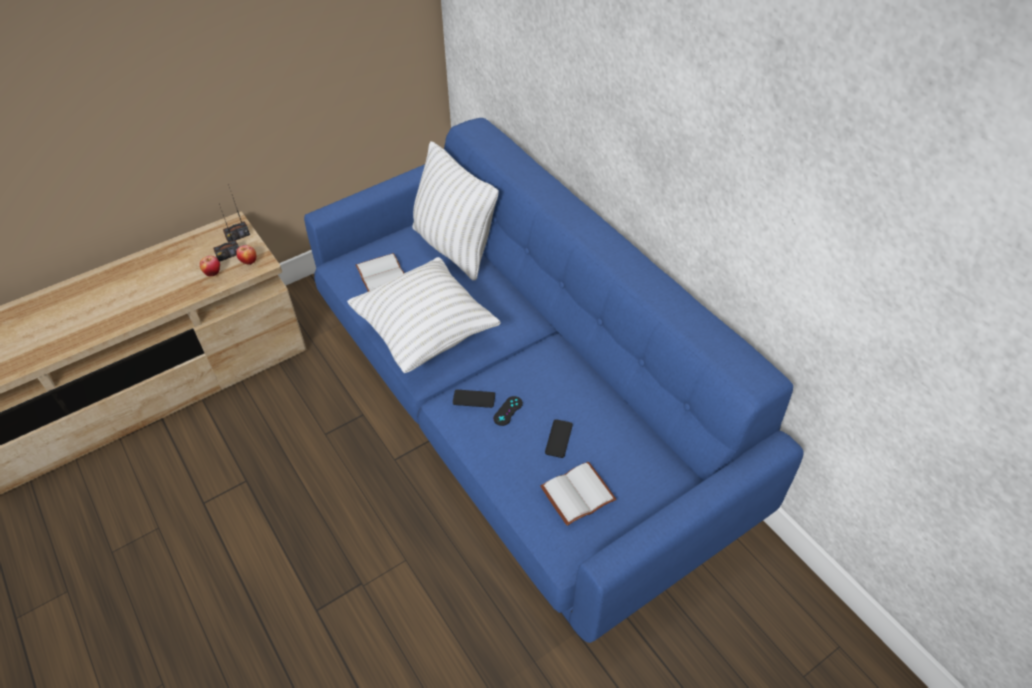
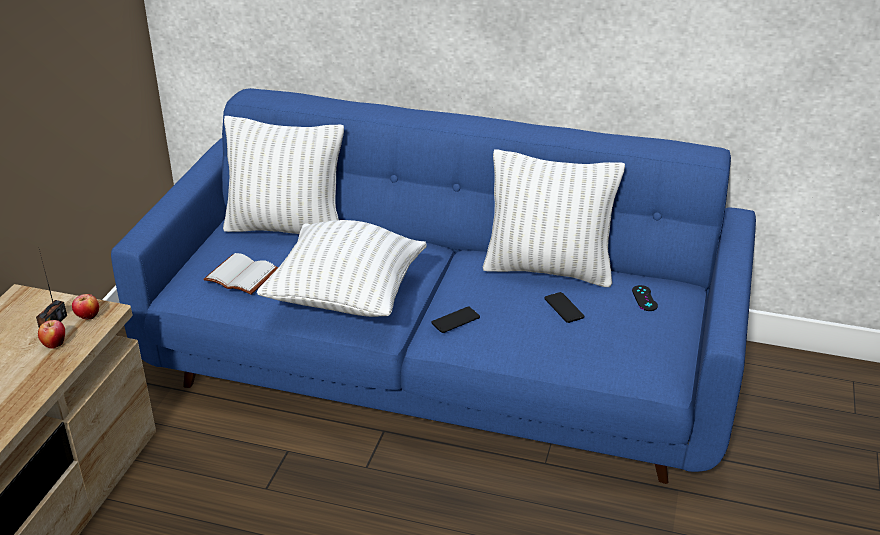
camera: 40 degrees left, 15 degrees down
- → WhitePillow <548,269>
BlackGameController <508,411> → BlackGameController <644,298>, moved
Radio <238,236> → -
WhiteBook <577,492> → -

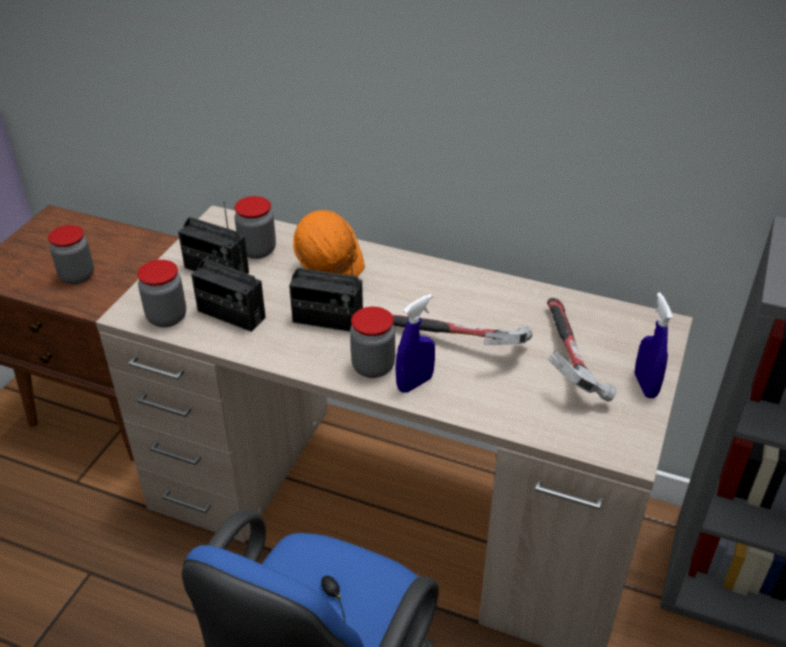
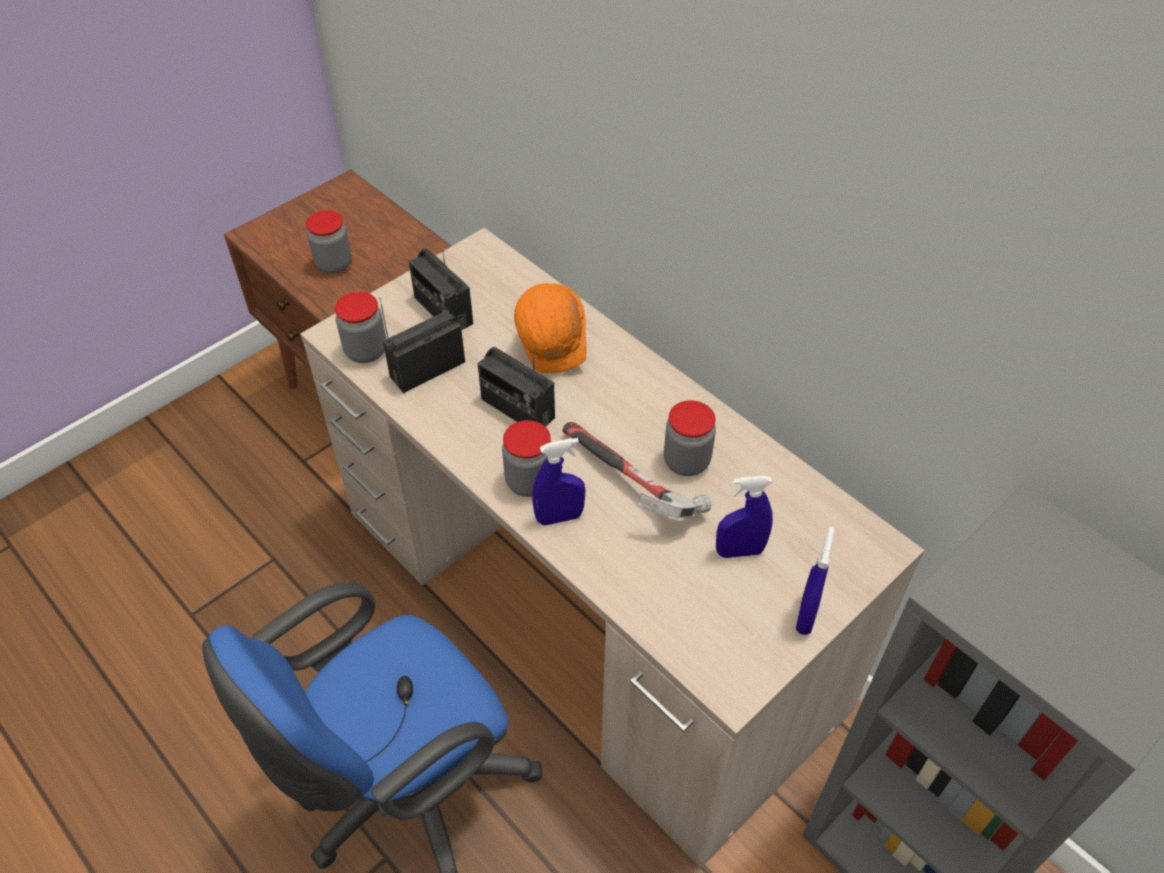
camera: 25 degrees right, 10 degrees up
Radio <231,314> → Radio <427,369>, 90 degrees clockwise
Jar <257,250> → Jar <686,461>, moved
Hammer <568,360> → BlueSprayBottle <739,551>

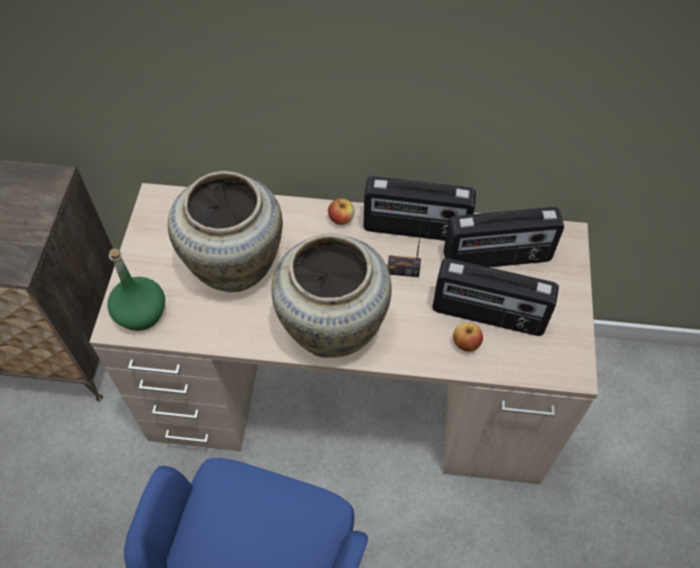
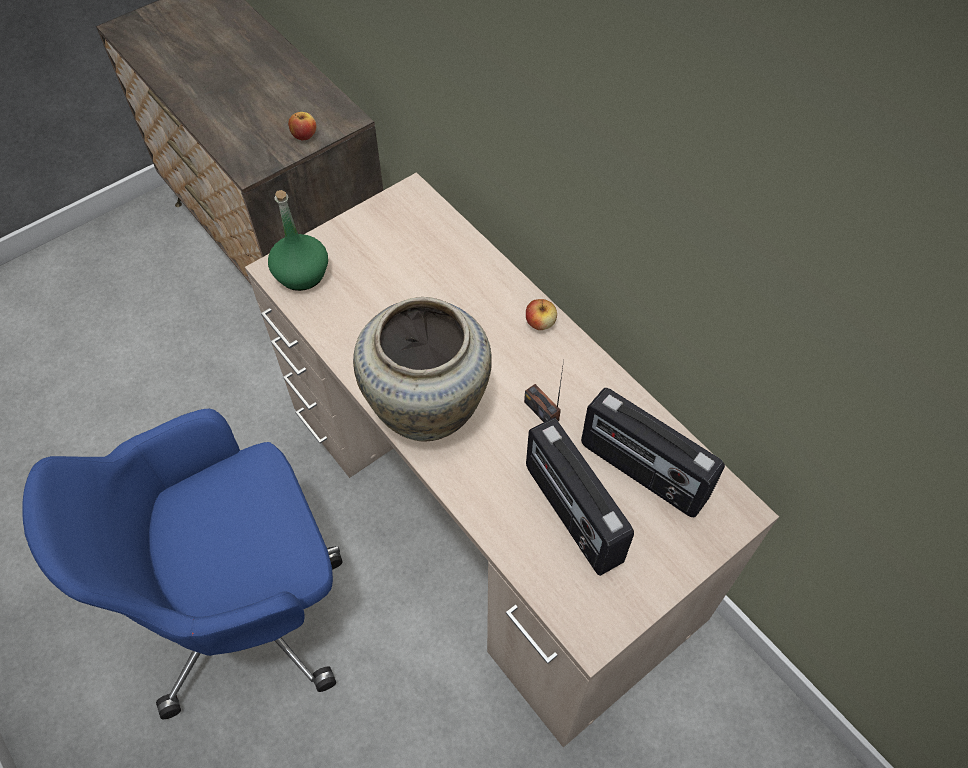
camera: 45 degrees right, 0 degrees up
Apple <466,343> → Apple <304,135>, moved
BeigeVase <236,264> → -
Radio <415,230> → -

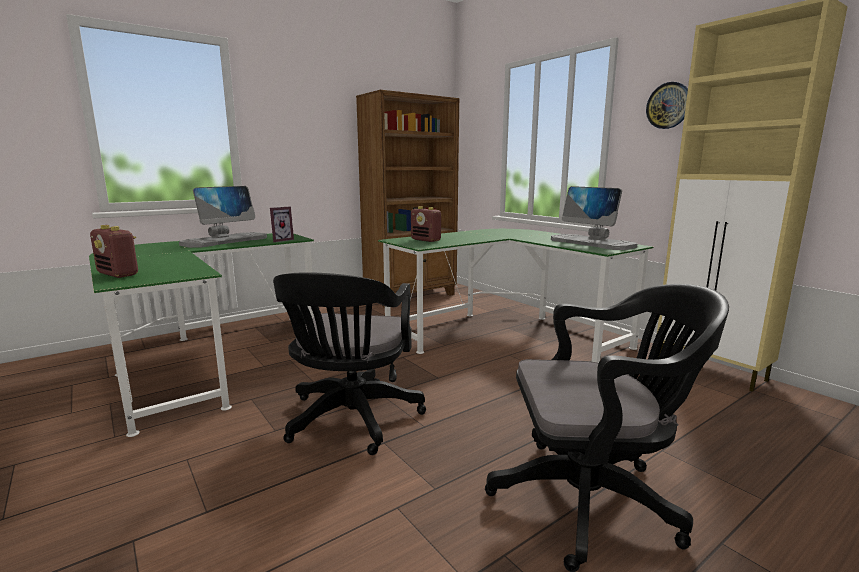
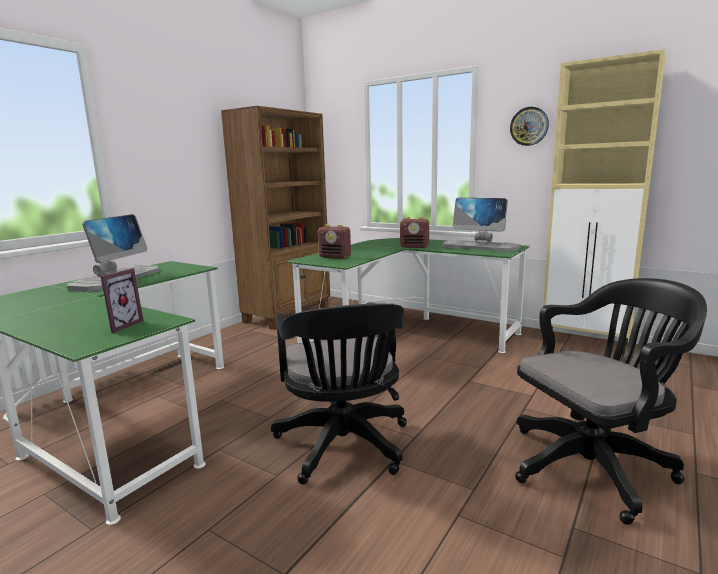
camera: 20 degrees left, 0 degrees up
PictureFrame <280,240> → PictureFrame <120,326>, moved
Radio <118,274> → Radio <414,247>, moved

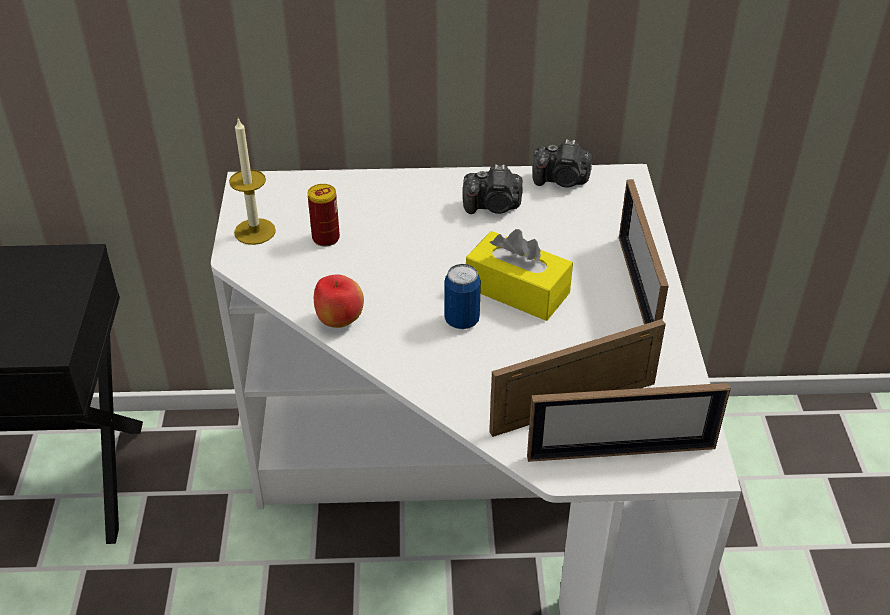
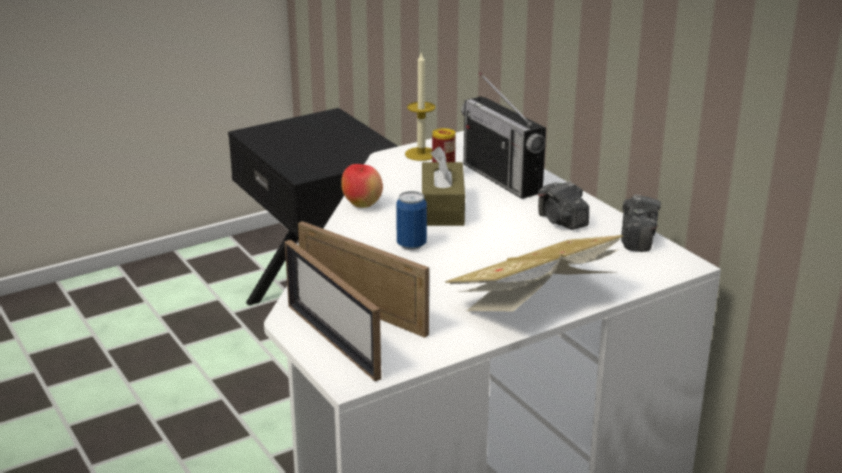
camera: 60 degrees right, 15 degrees down
- → BrownTissueBox <442,208>
PictureFrame <637,289> → Book <535,303>
- → Radio <502,178>
PhotoCamera <562,180> → PhotoCamera <637,238>, 150 degrees counterclockwise
YellowTissueBox <517,290> → -

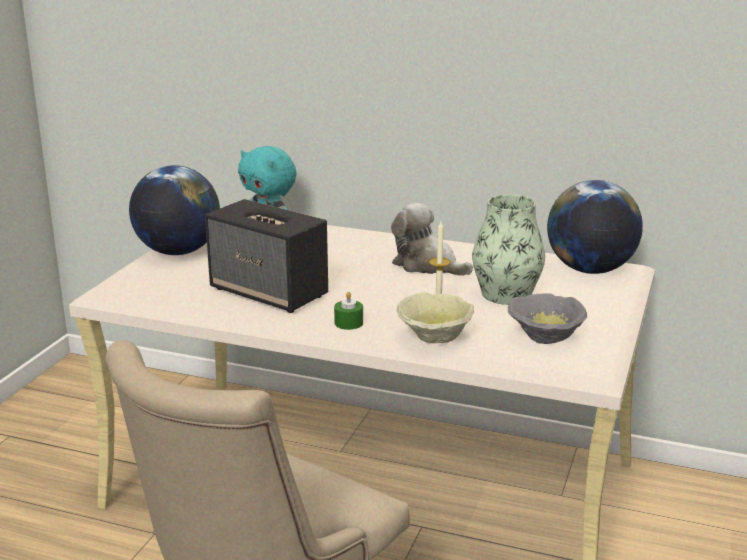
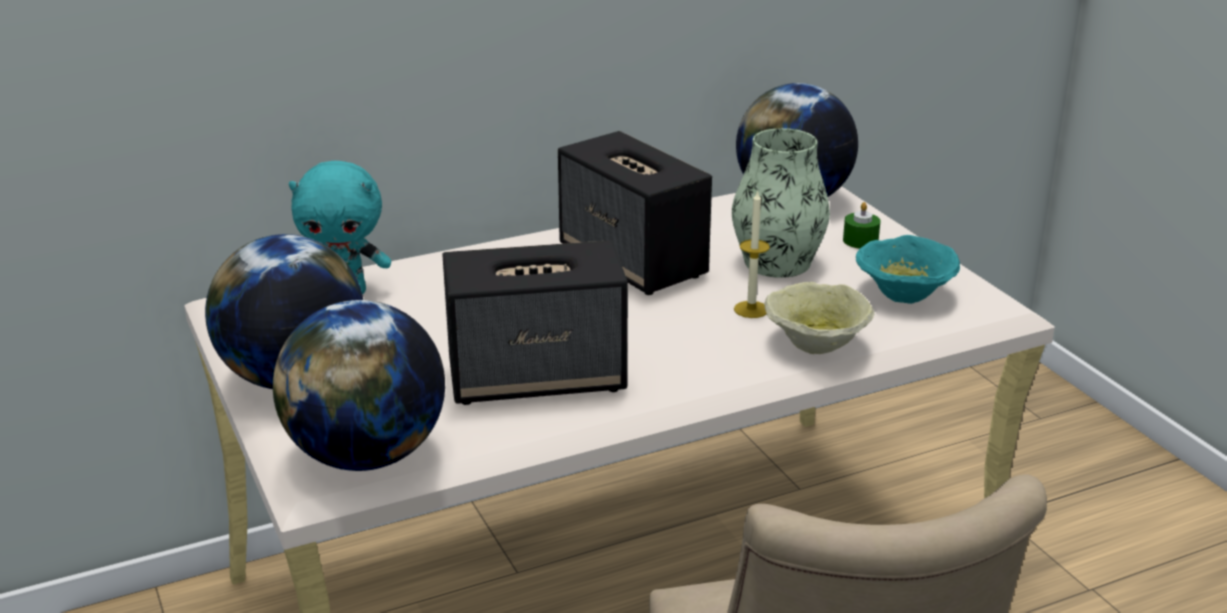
camera: 45 degrees left, 5 degrees up
- → Globe <366,456>
PlushToy <427,265> → Speaker <634,262>
GreenCandle <348,323> → GreenCandle <860,241>, moved
GreyBowl <543,337> → TurquoiseBowl <902,295>

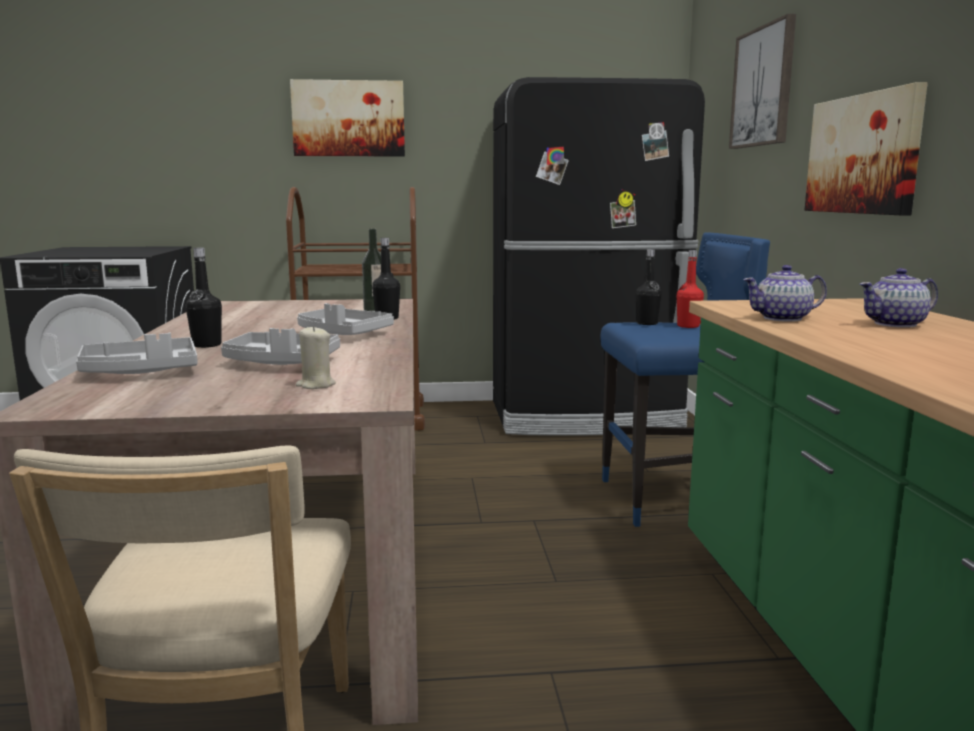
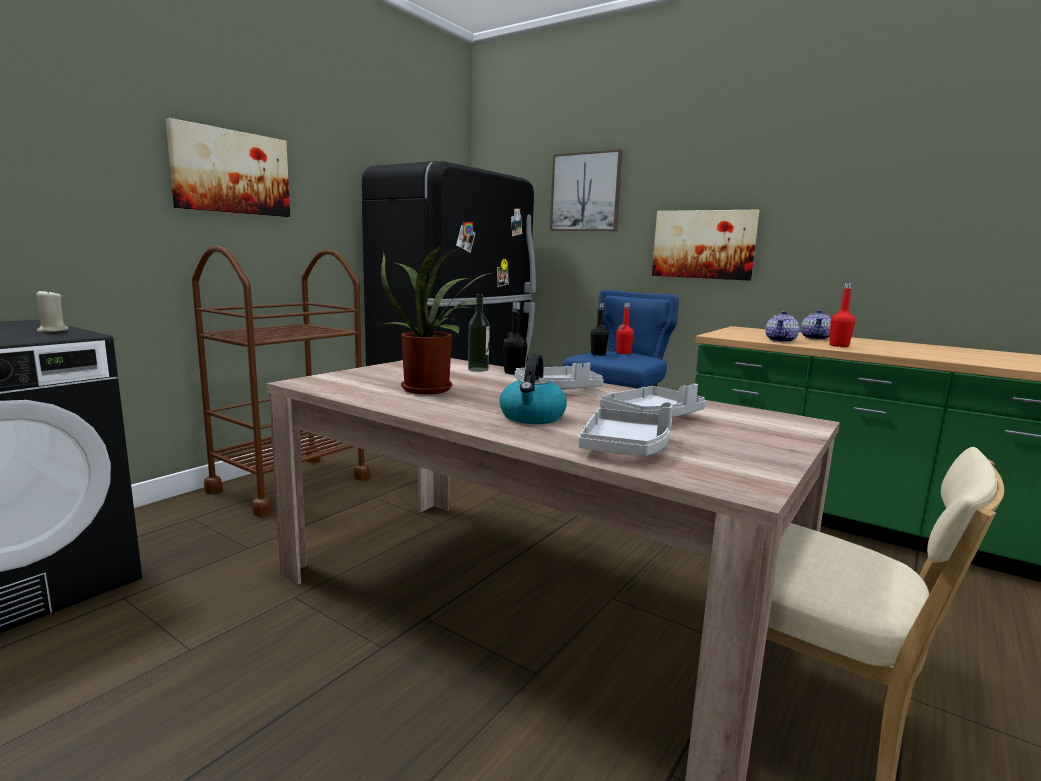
camera: 50 degrees left, 0 degrees up
BeigeCandle <315,385> → BeigeCandle <52,330>, moved
- → PottedPlant <432,389>
BlackBottle <207,345> → Kettle <532,417>
- → RedBottle <839,346>

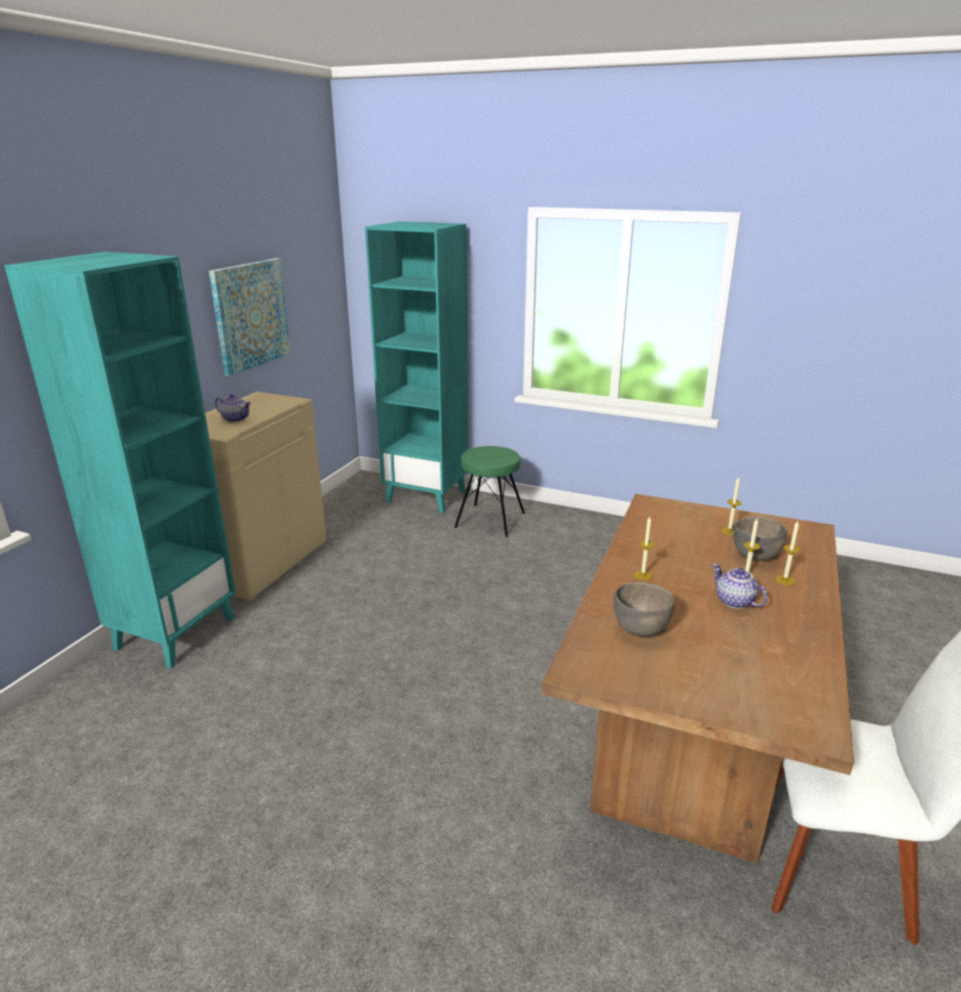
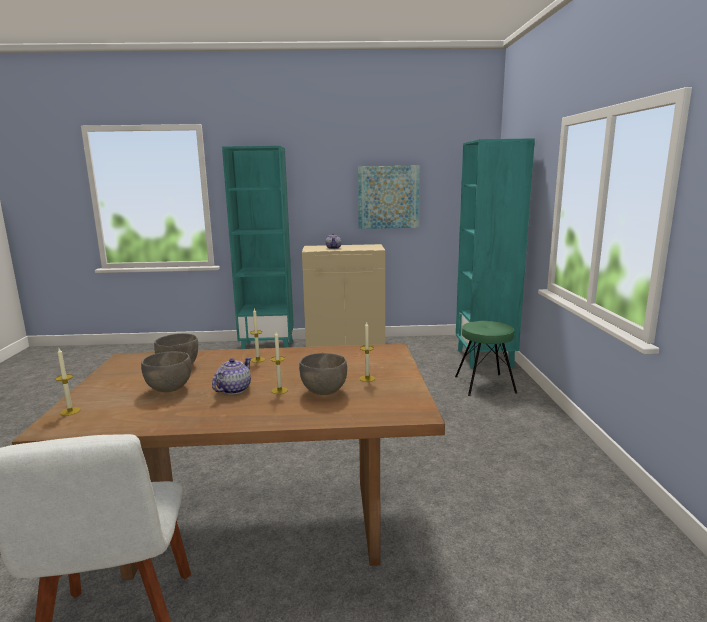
camera: 65 degrees right, 10 degrees down
Candle <785,580> → Candle <70,411>, moved
- → GreyBowl <169,389>

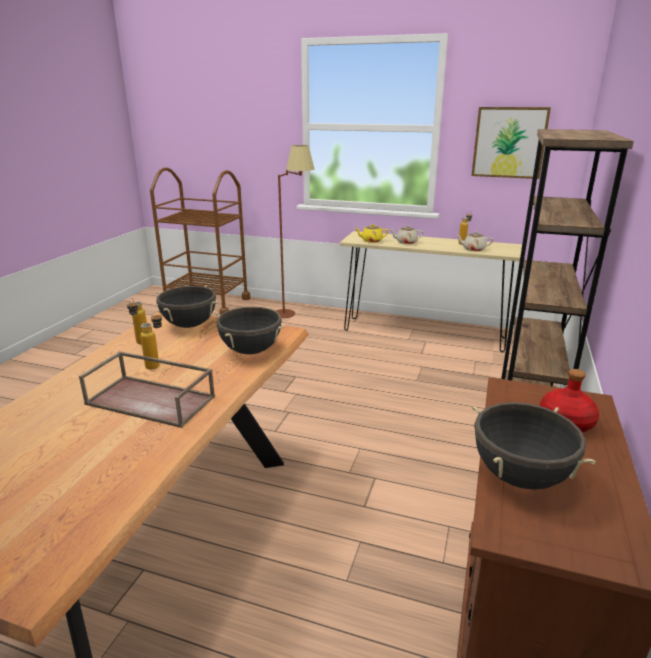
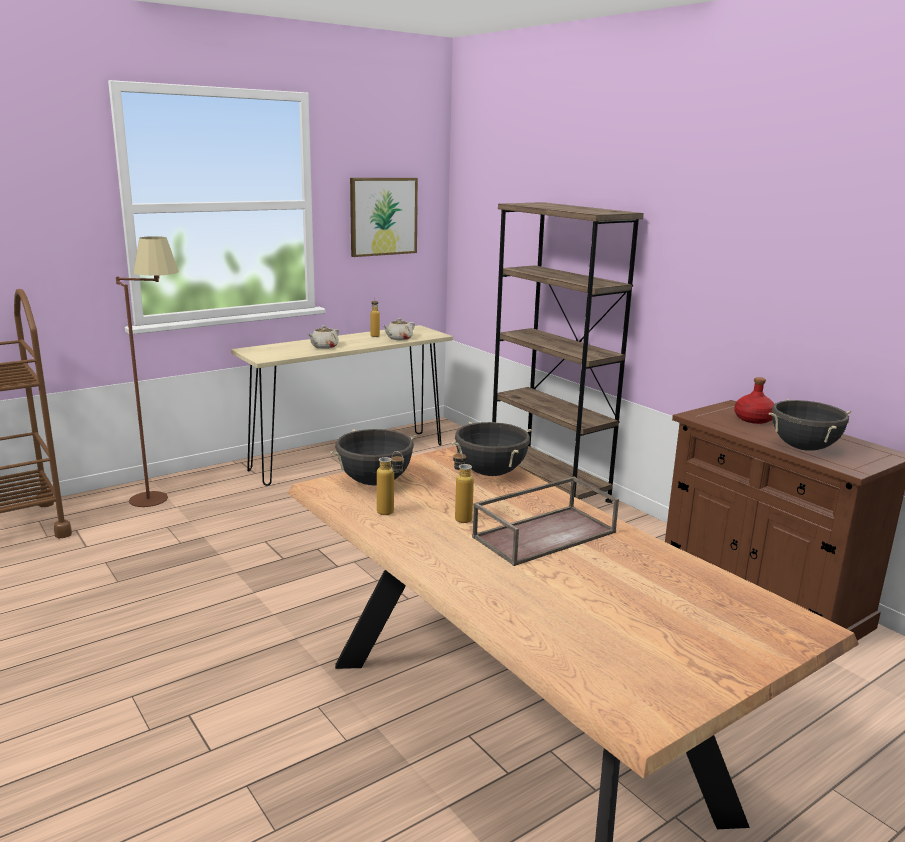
camera: 55 degrees left, 5 degrees down
YellowTeapot <371,241> → -

